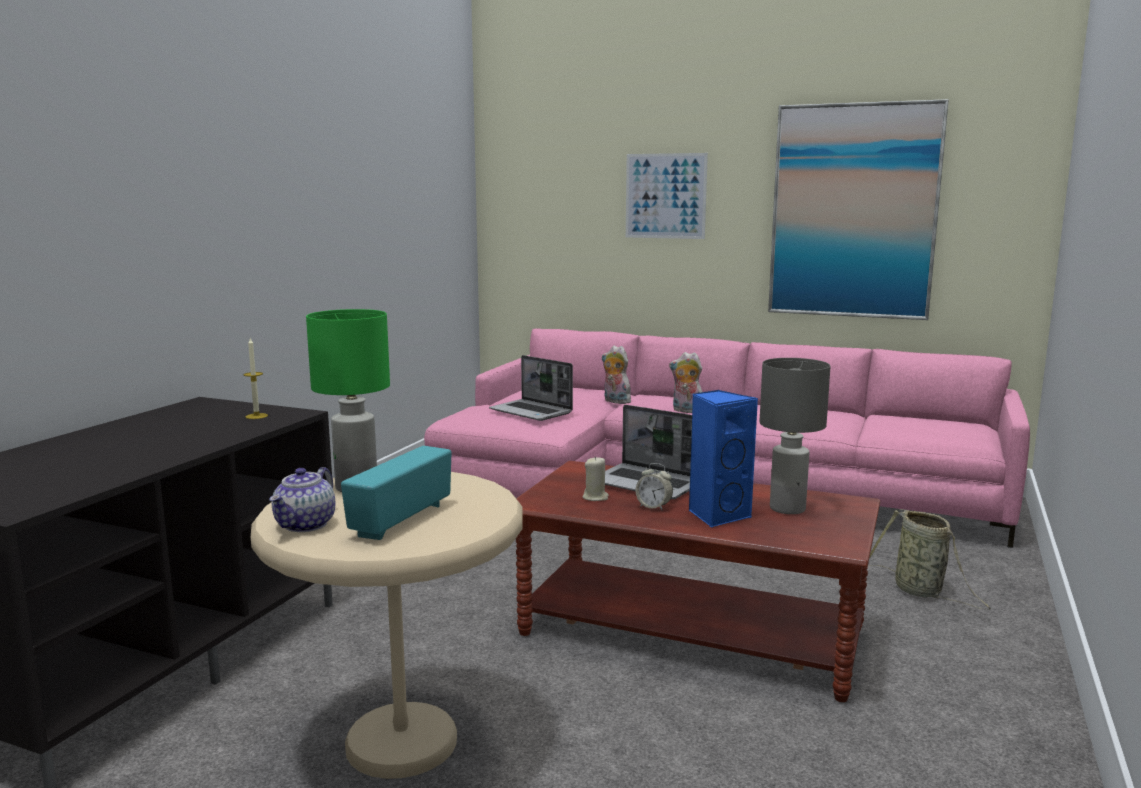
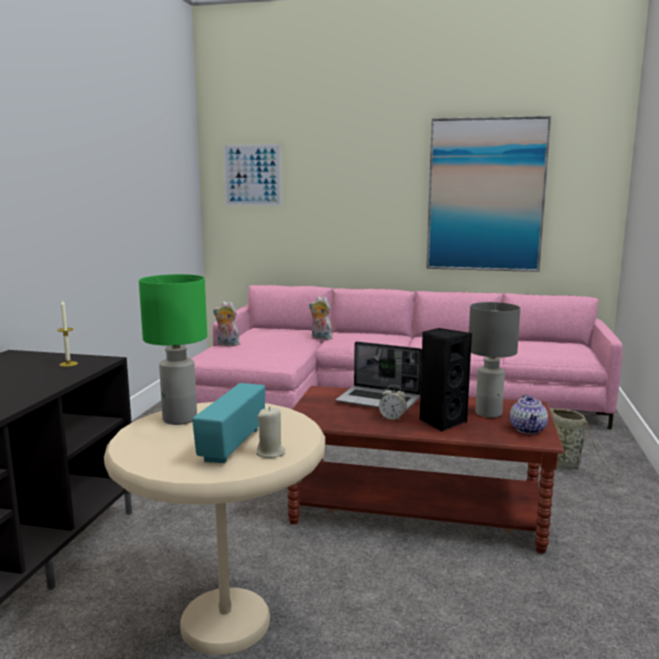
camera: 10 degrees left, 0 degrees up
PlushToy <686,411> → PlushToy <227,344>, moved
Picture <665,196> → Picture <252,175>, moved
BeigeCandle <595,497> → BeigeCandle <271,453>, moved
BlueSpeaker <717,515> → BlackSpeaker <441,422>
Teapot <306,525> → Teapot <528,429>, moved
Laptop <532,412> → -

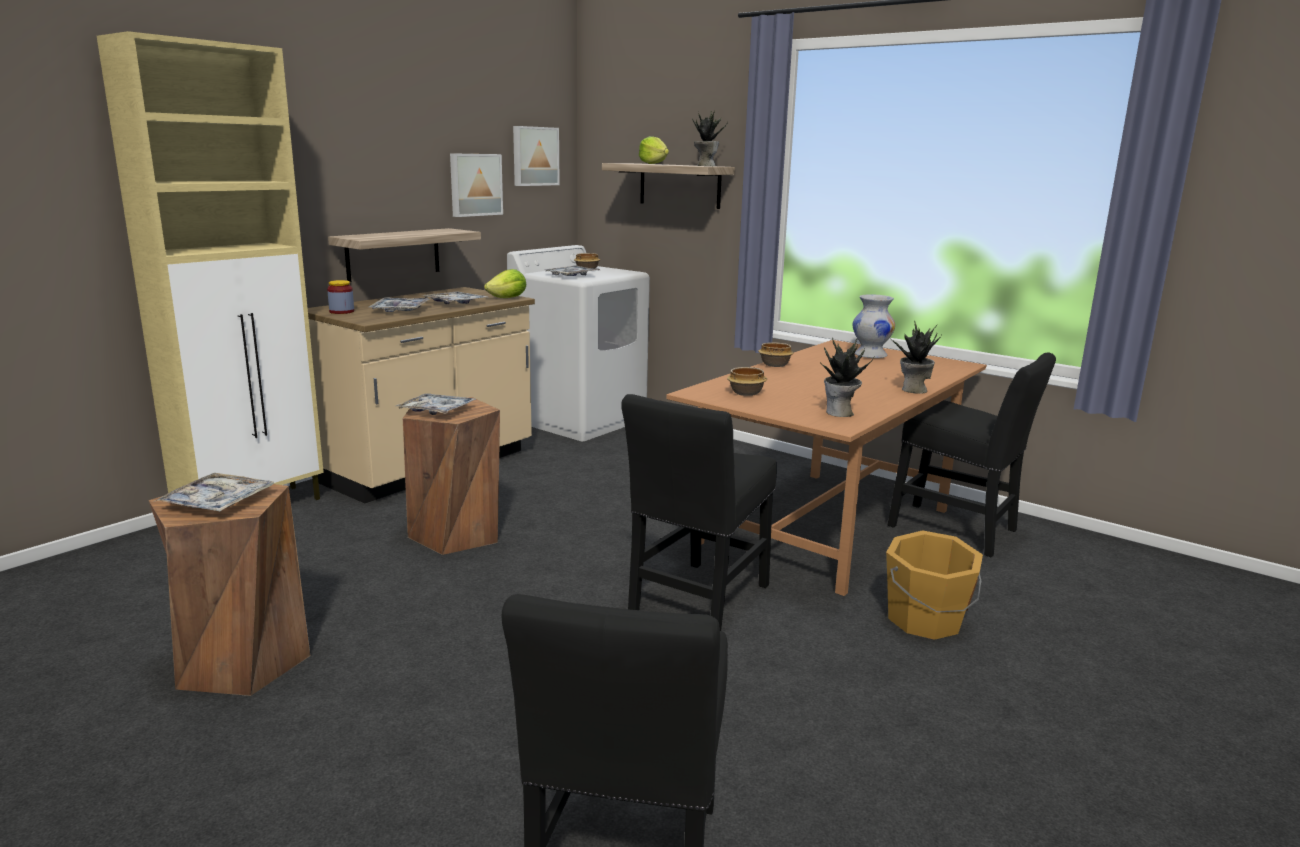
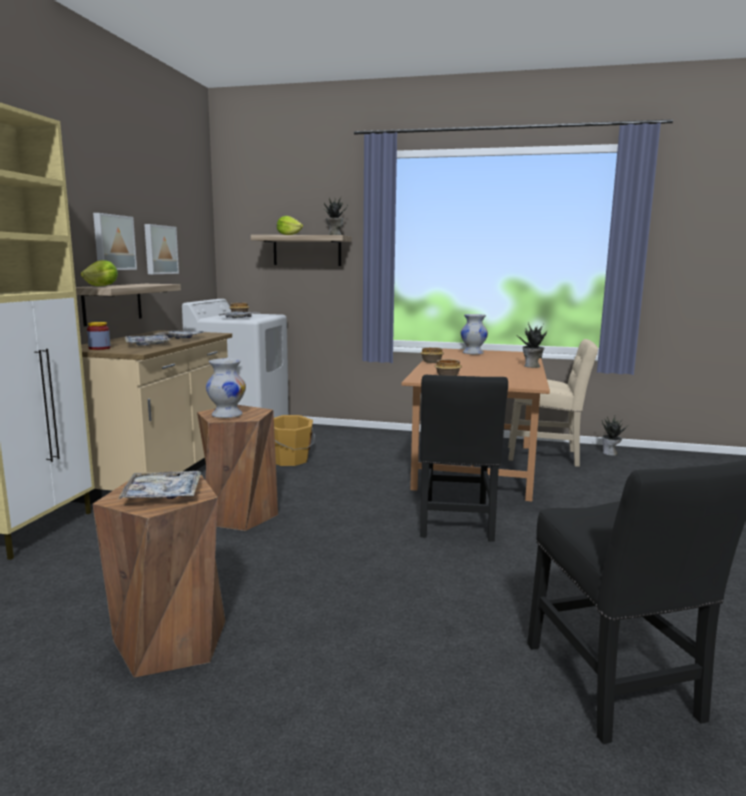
camera: 25 degrees left, 5 degrees down
Lettuce <508,298> → Lettuce <102,286>, moved
Picture <534,156> → Picture <113,242>, moved
Tray <436,411> → WhiteVase <227,415>
OrangeBucket <925,620> → OrangeBucket <290,460>, moved
BlackChair <958,531> → BeigeChair <547,456>
PottedPlant <839,413> → PottedPlant <610,453>, moved

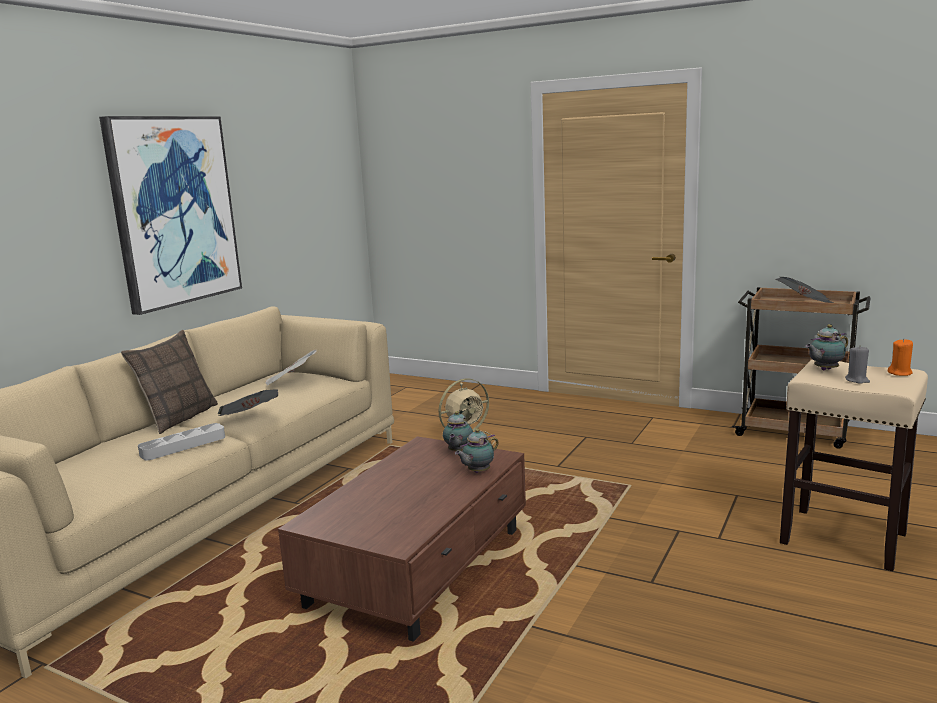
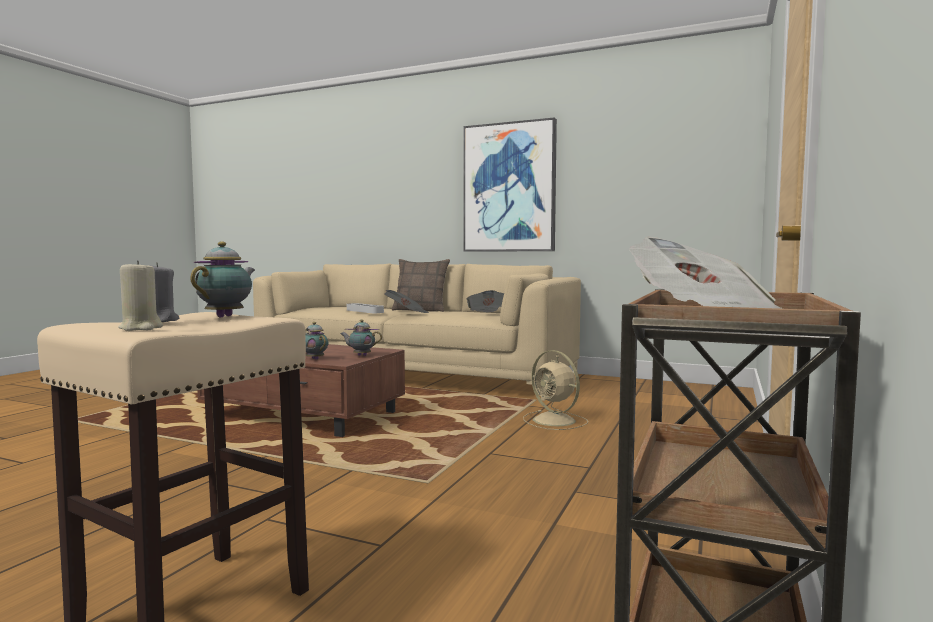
camera: 85 degrees right, 10 degrees down
OrangeCandle <900,373> → BeigeCandle <141,328>
Teapot <824,370> → Teapot <227,316>, 45 degrees clockwise

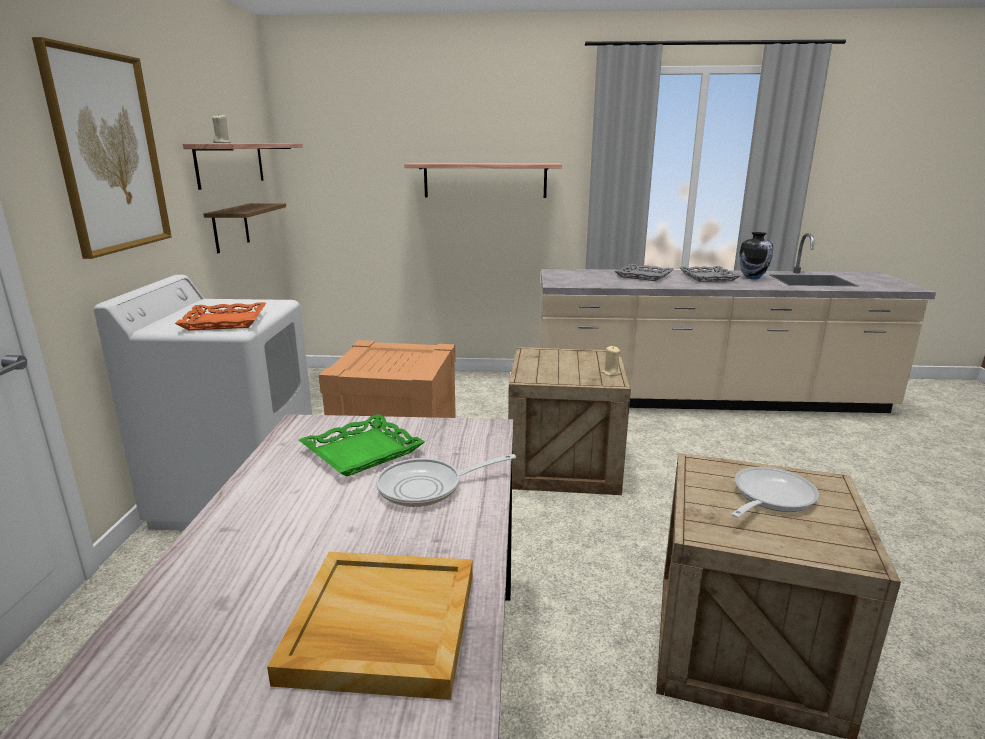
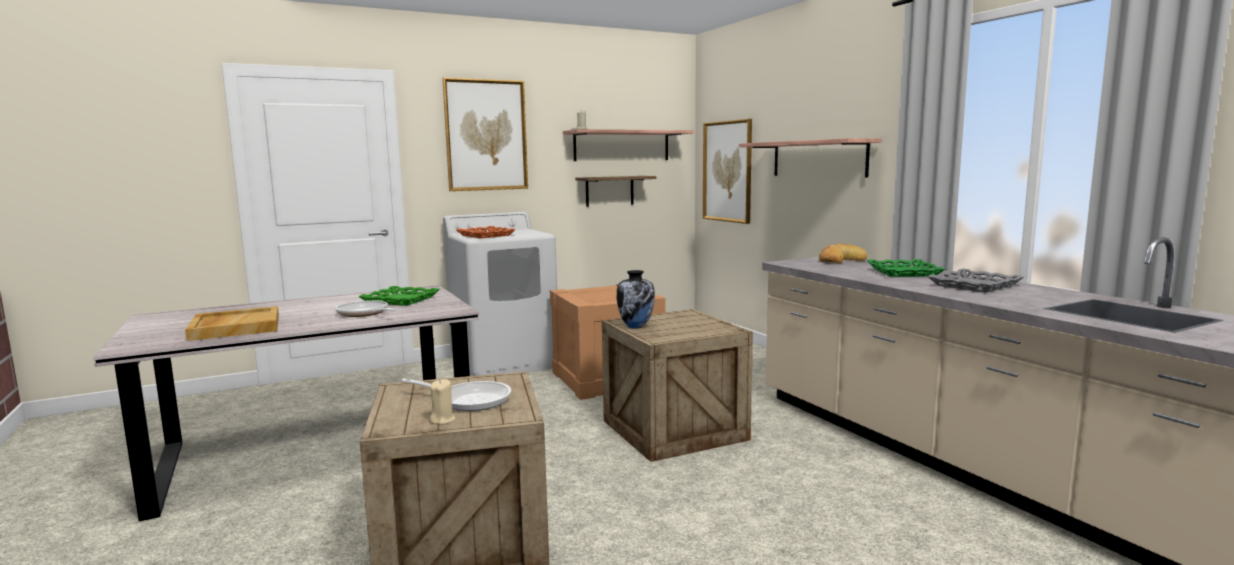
camera: 60 degrees right, 10 degrees down
BeigeCandle <610,373> → BeigeCandle <442,420>, moved
Vase <752,278> → Vase <636,326>, moved
- → Picture <727,171>
- → Bread <840,260>
GreyTray <643,276> → GreenTray <903,272>

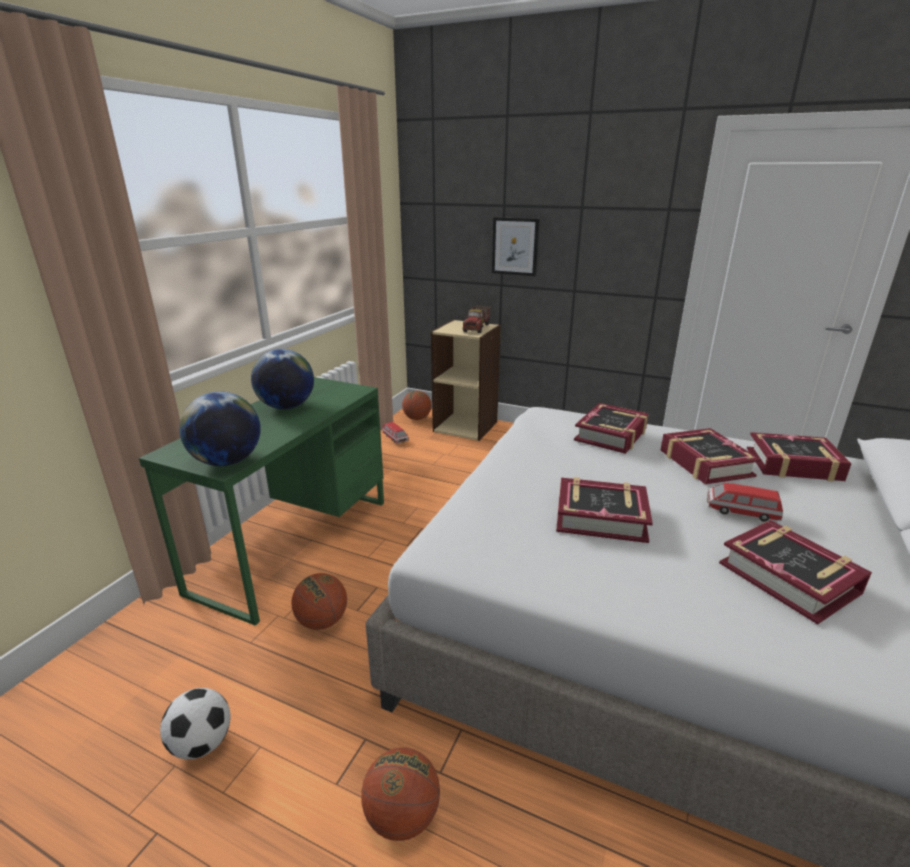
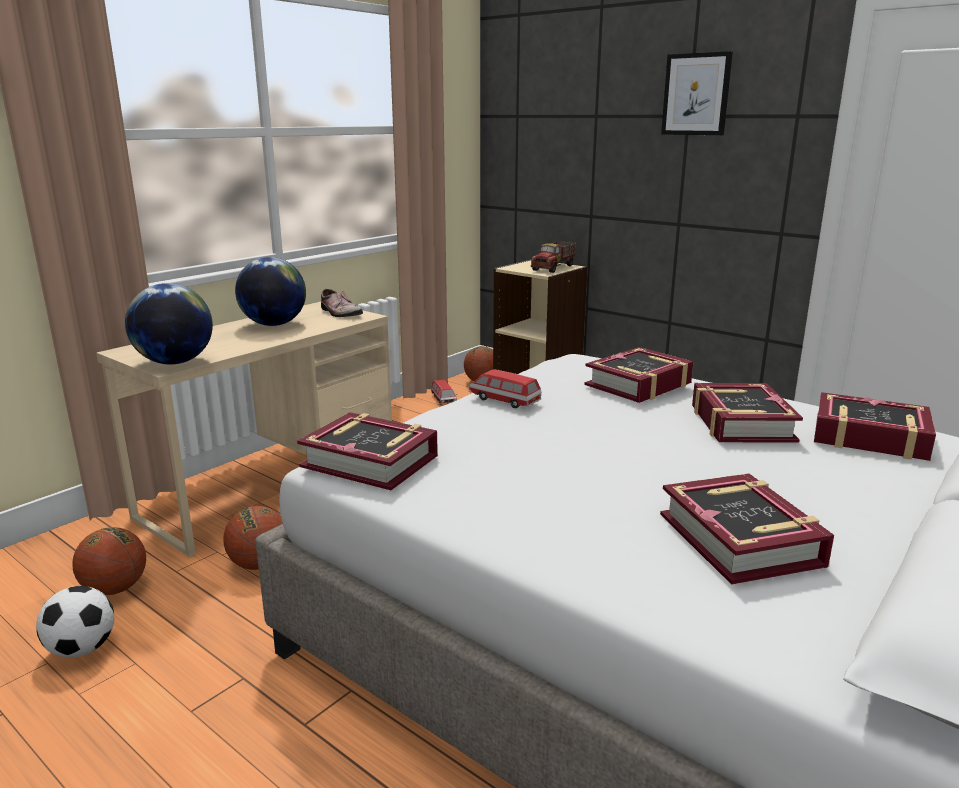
camera: 15 degrees right, 5 degrees down
Basketball <402,816> → Basketball <115,589>, moved
GreenDesk <295,543> → BeigeDesk <272,488>
Book <601,517> → Book <370,461>, moved
- → Shoe <339,313>
ToyCar <741,511> → ToyCar <504,400>, moved
Picture <515,246> → Picture <696,94>, moved

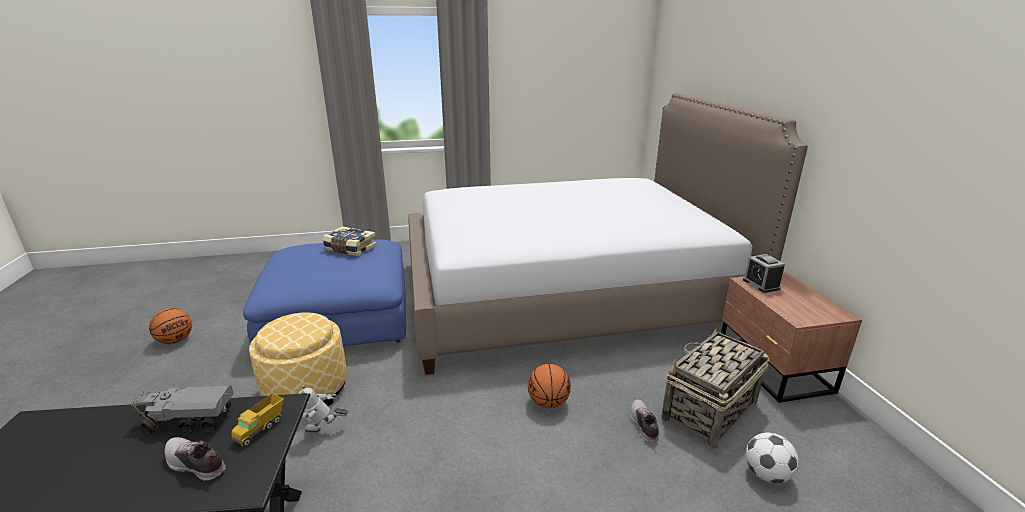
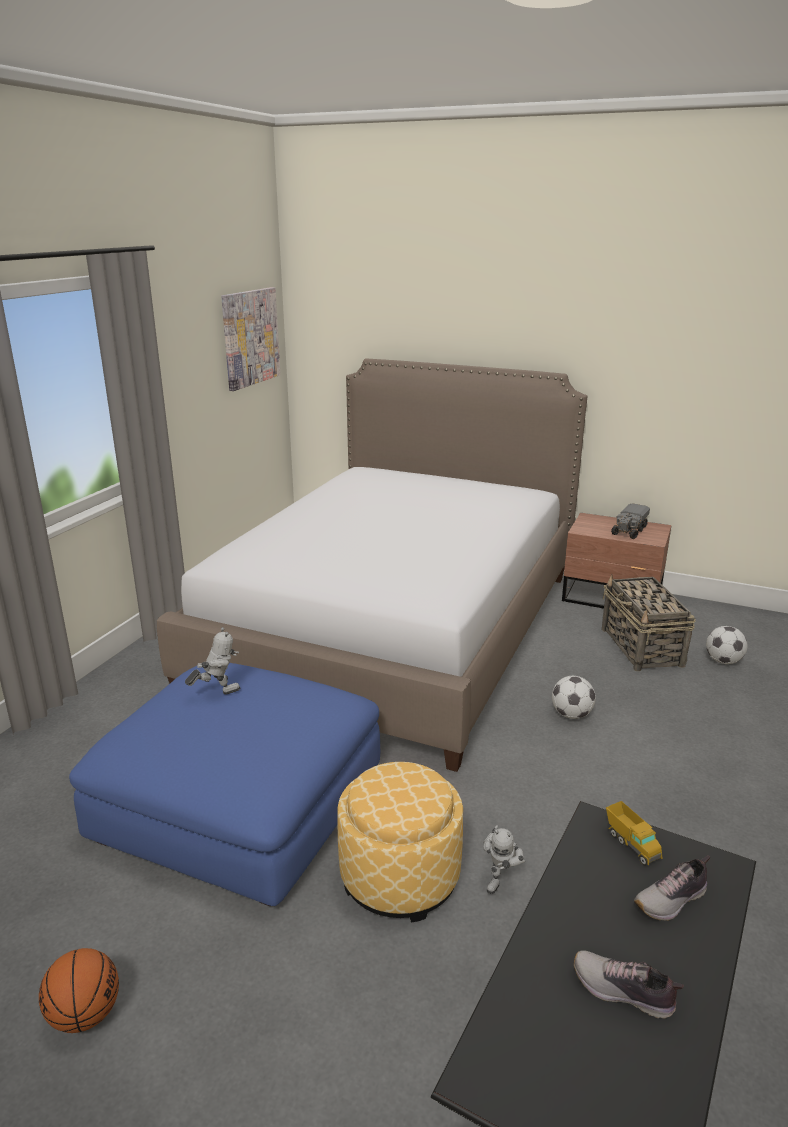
camera: 55 degrees left, 0 degrees up
Book <350,249> → ToyRobot <217,692>
- → Picture <250,337>
Basketball <548,402> → Football <571,714>
Shoe <643,425> → Shoe <623,992>, moved
ToyTruck <189,420> → ToyTruck <629,530>, moved
AlarmClock <761,284> → -

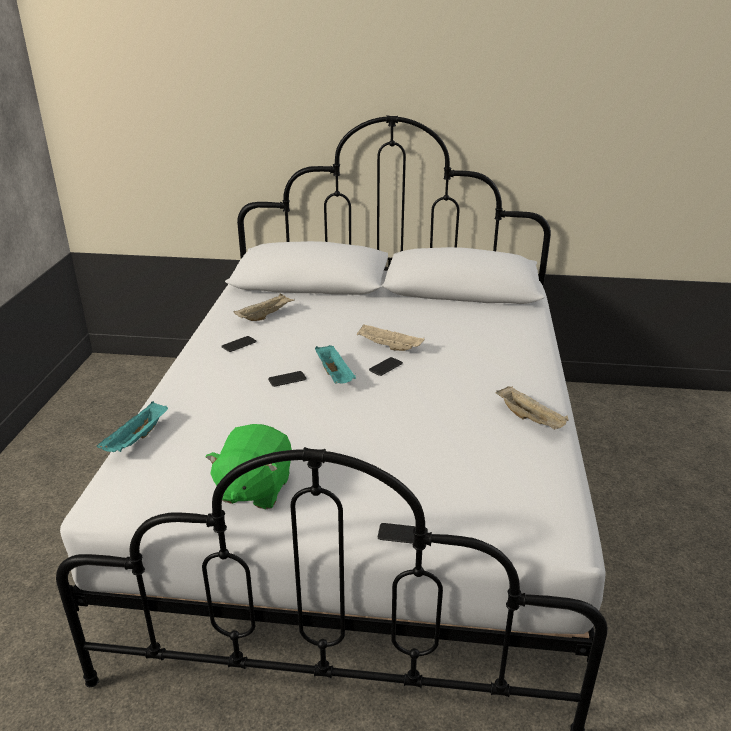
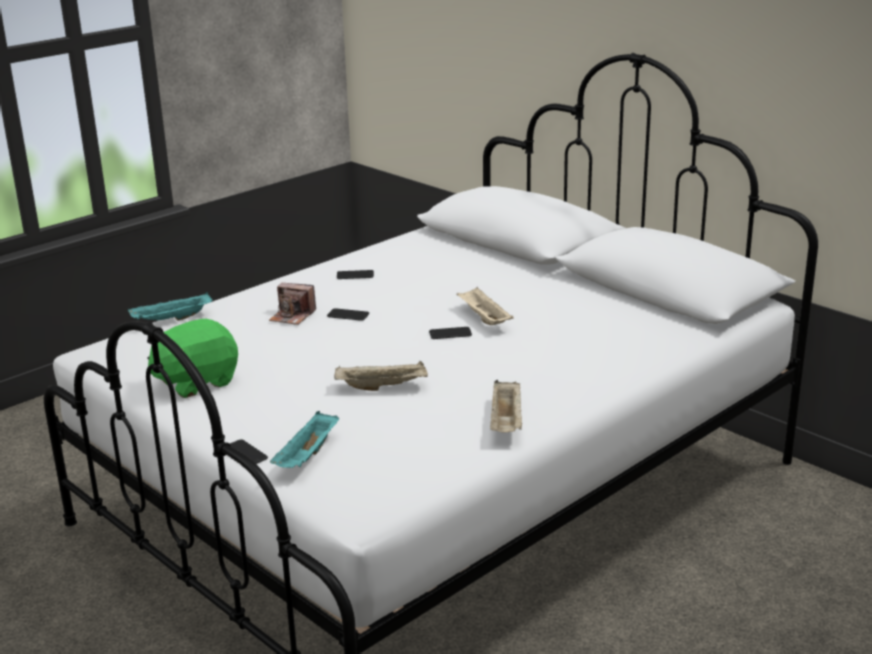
camera: 40 degrees right, 5 degrees down
- → PhotoCamera <292,316>
TurquoiseTray <335,375> → TurquoiseTray <308,456>, moved
BeigeTray <265,316> → BeigeTray <383,387>, moved

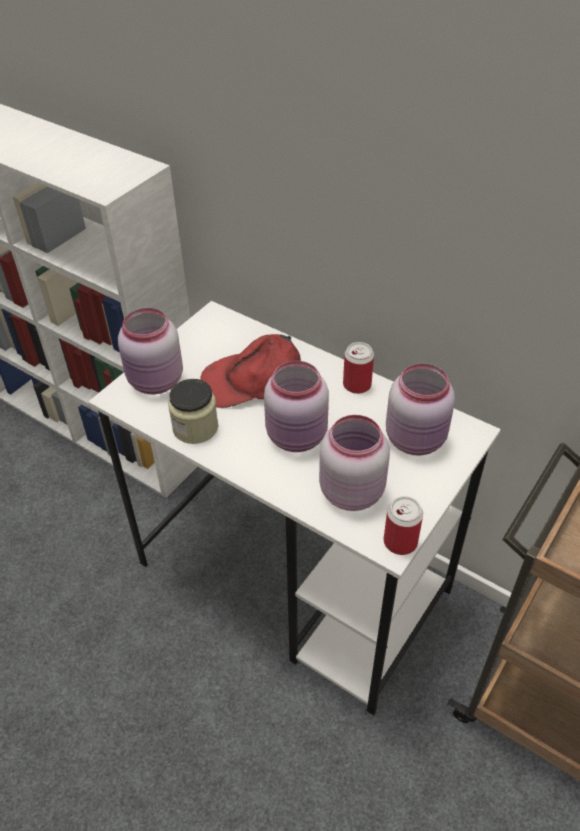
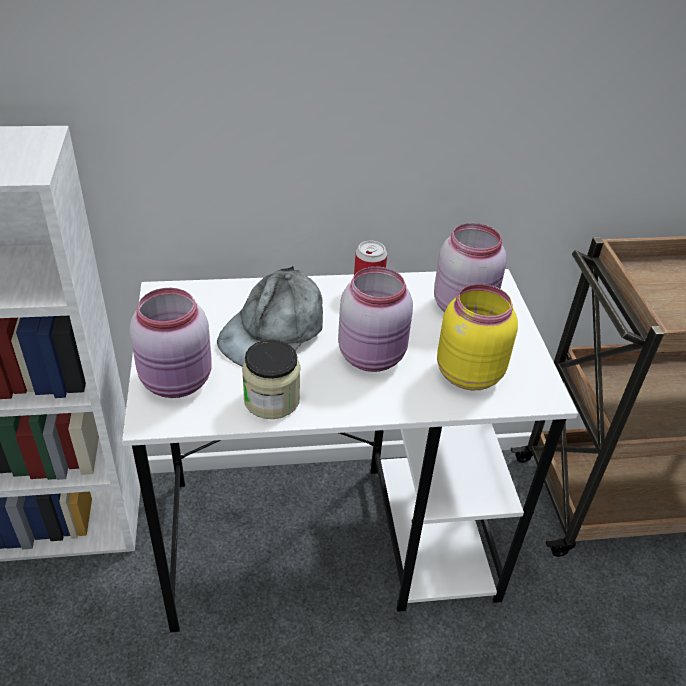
camera: 45 degrees left, 5 degrees down
RedCap <253,380> → GreyCap <274,331>
PinkJar <350,490> → YellowJar <466,373>
Can <400,542> → -

